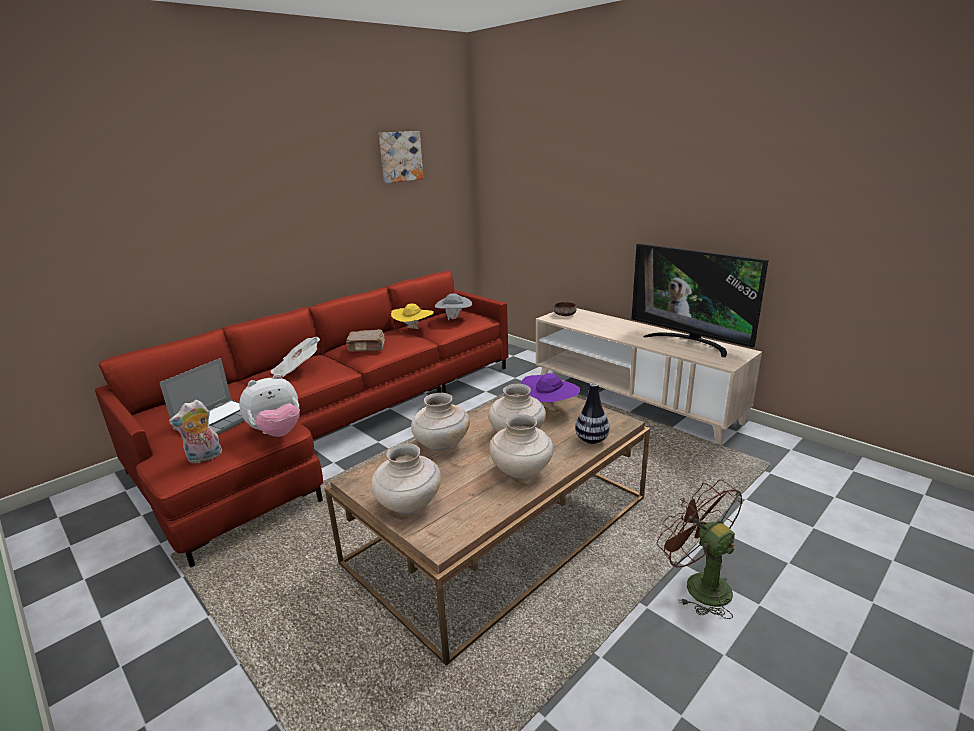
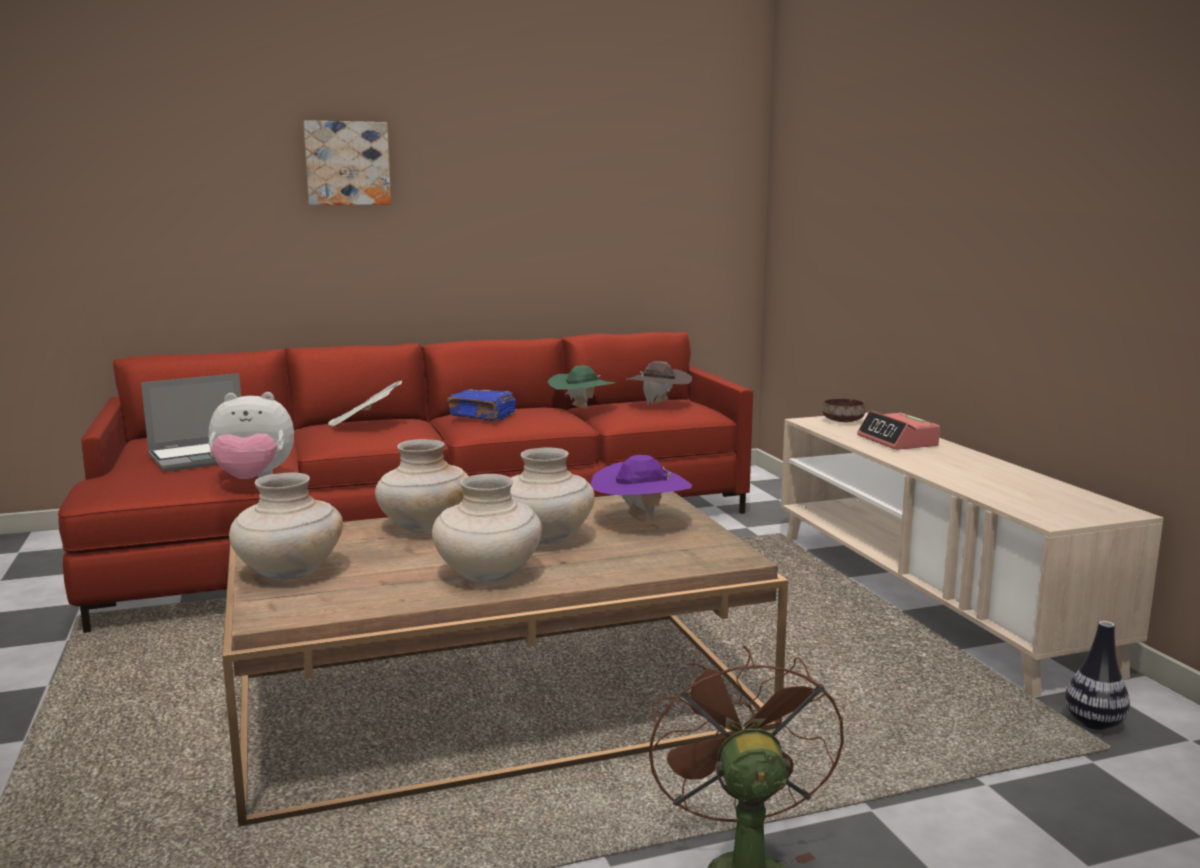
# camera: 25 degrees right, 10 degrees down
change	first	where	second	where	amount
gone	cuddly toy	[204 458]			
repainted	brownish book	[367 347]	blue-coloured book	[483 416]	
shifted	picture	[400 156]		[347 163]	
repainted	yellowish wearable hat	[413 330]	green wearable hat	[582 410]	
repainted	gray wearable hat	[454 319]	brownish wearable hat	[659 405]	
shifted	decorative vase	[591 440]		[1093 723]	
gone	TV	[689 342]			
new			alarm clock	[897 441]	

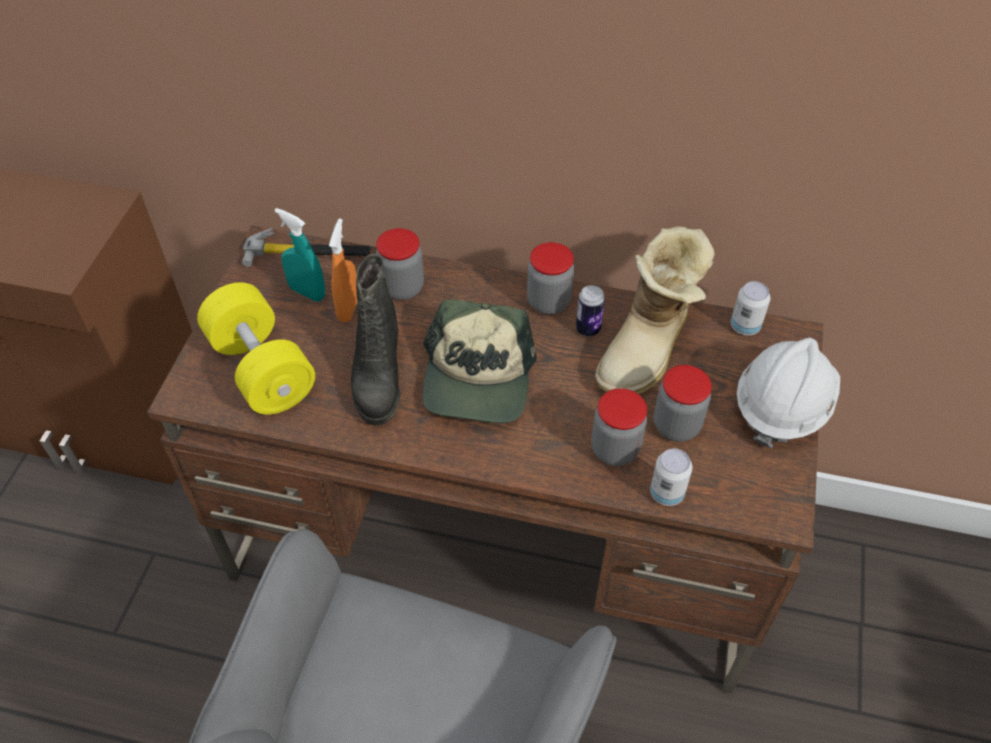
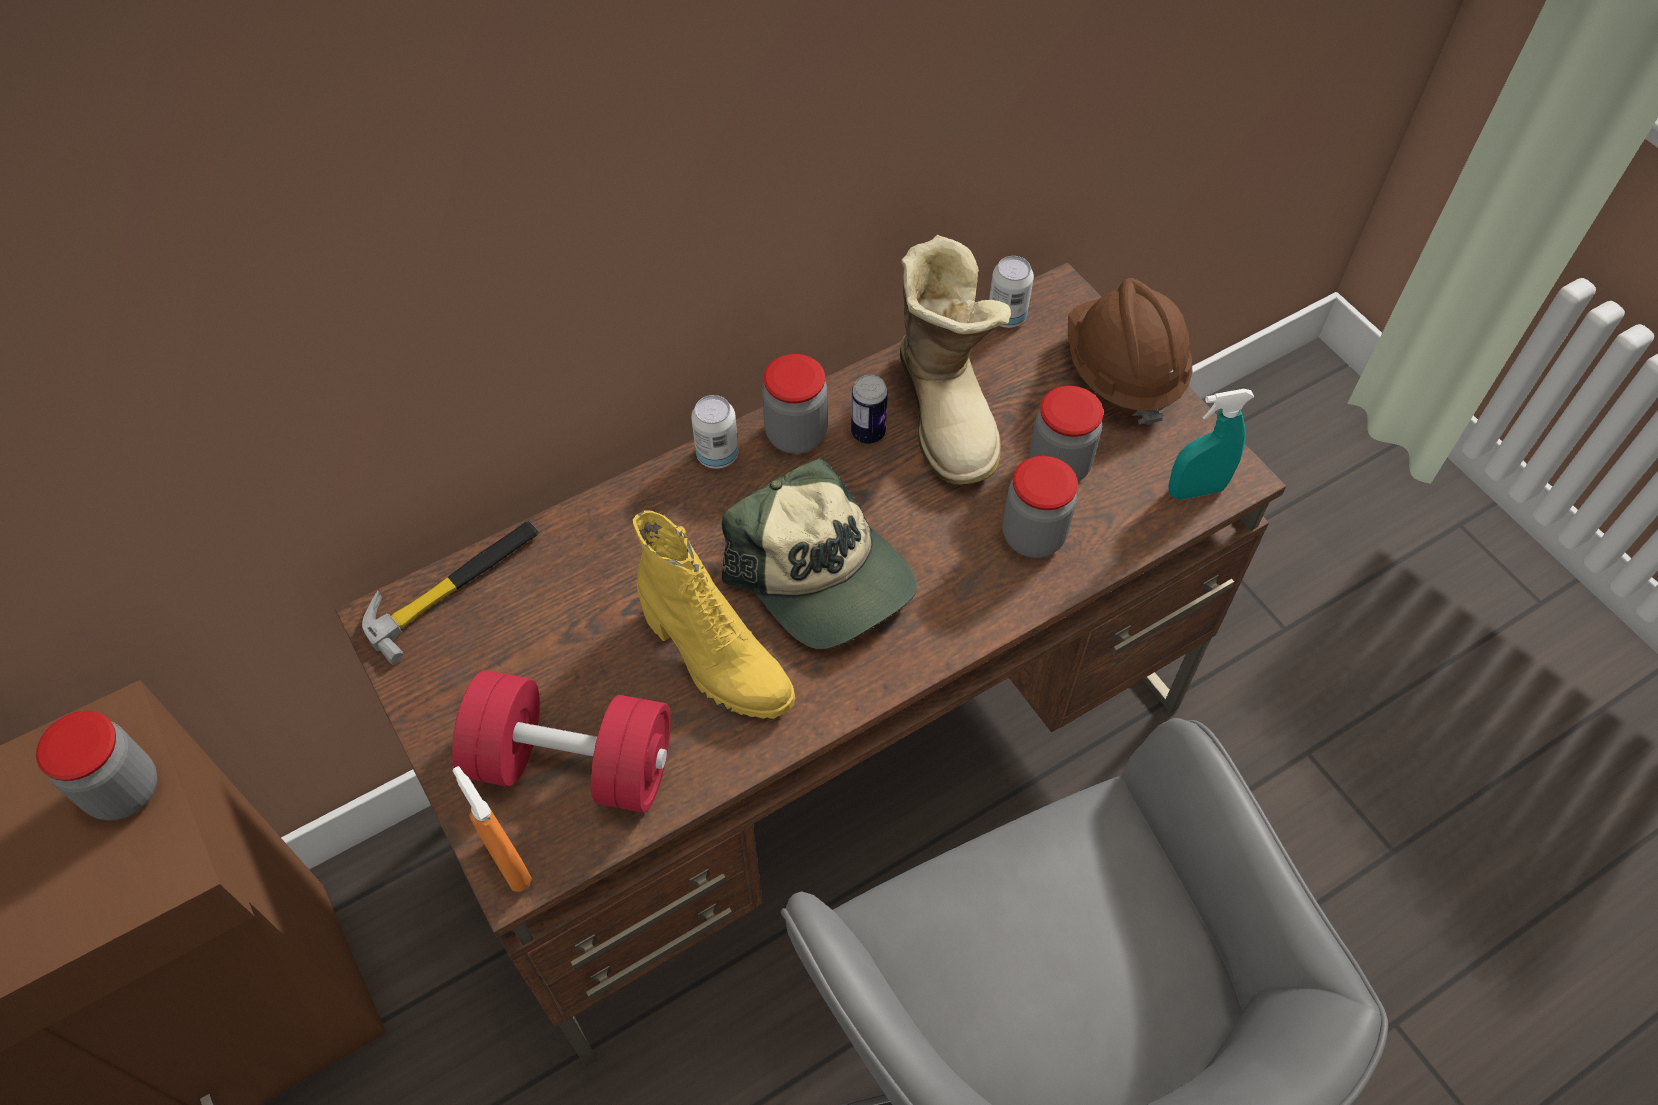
# camera: 45 degrees left, 5 degrees up
change	first	where	second	where	amount
repainted	yellowish dumbbell	[262 369]	red-coloured dumbbell	[572 763]	
shifted	blue-green spray bottle	[307 292]		[1196 490]	
shifted	orange spray bottle	[348 308]		[509 863]	
repainted	black tall boot	[377 376]	yellowish tall boot	[715 661]	
shifted	jar	[402 287]		[124 790]	
shifted	metal can	[666 493]		[717 455]	
repainted	white work helmet	[781 406]	brownish work helmet	[1122 372]	

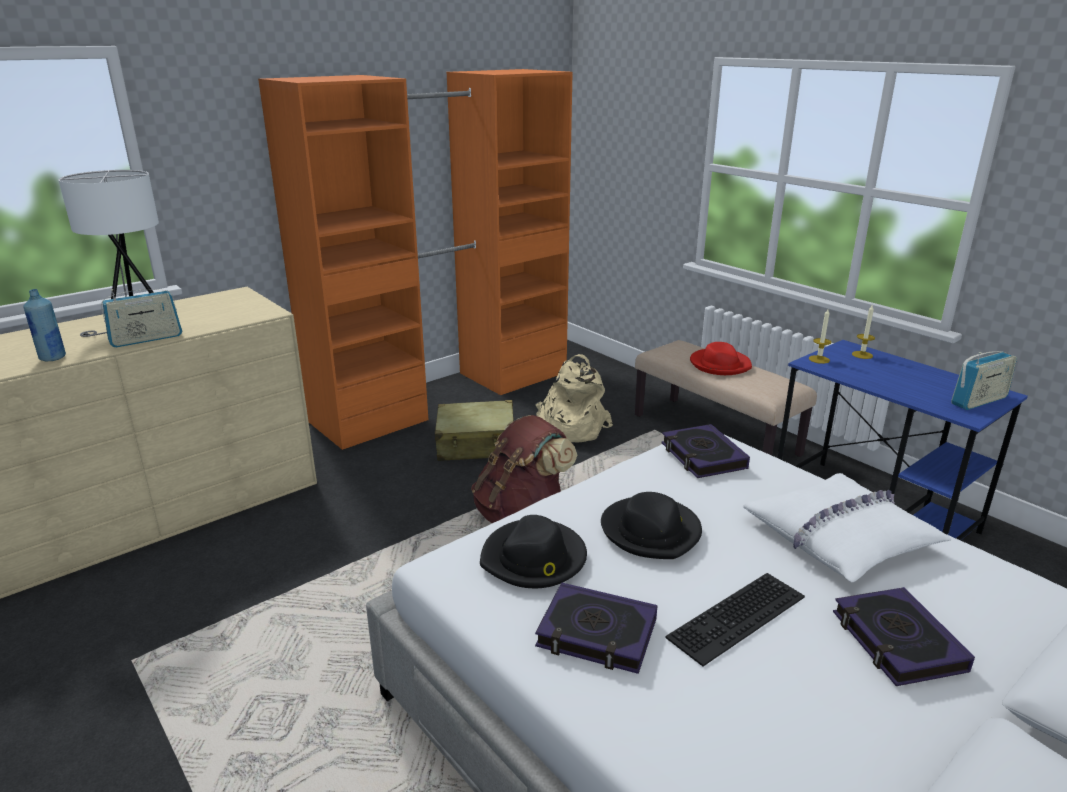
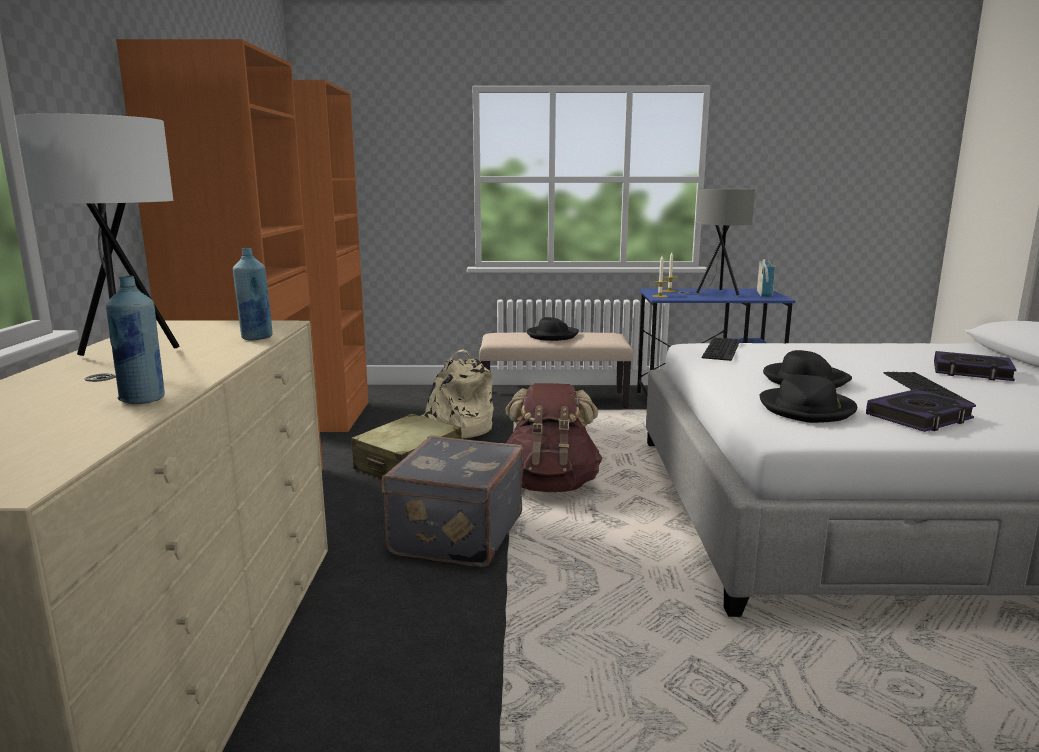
# camera: 50 degrees left, 10 degrees down
change	first	where	second	where	amount
gone	radio set	[146 339]			
swapped	book	[703 456]	PC keyboard	[723 349]	
repainted	red-coloured wearable hat	[720 364]	black wearable hat	[552 335]	
gone	white cushion	[840 538]			
new			blue-coloured drink bottle	[256 337]	
new			gray travel case	[454 534]	
new			gray tabletop lamp	[715 293]	

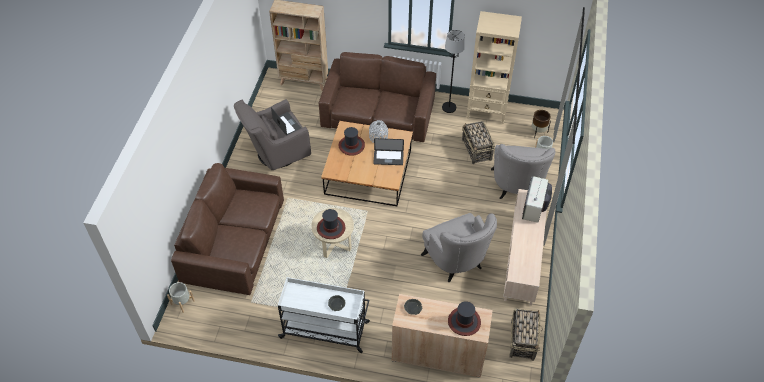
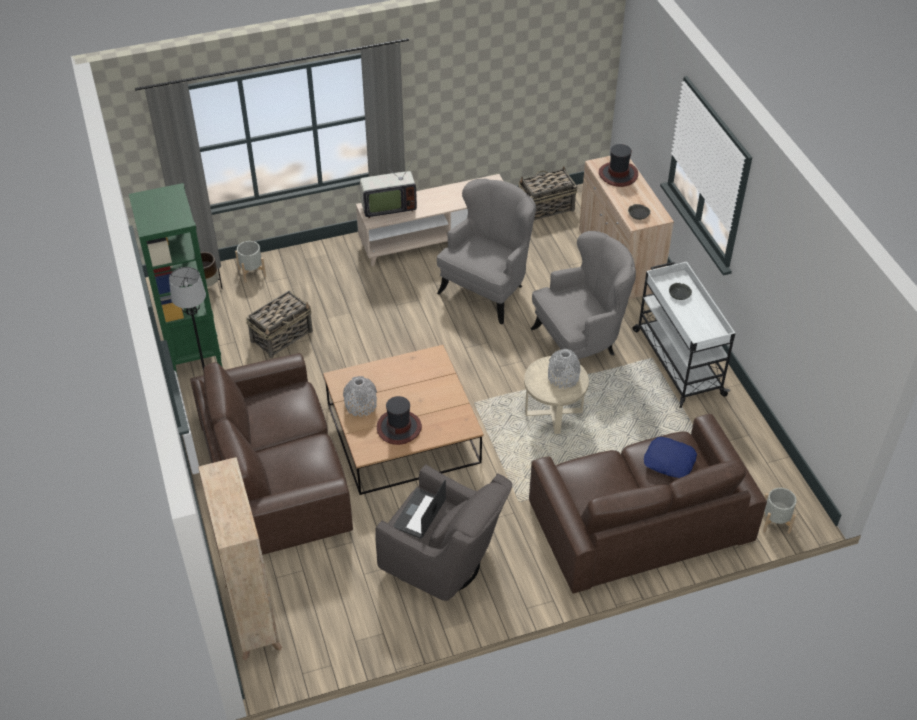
# camera: 120 degrees left, 5 degrees down
change	first	where	second	where	amount
swapped	wearable hat	[330 228]	gray decorative vase	[563 377]	
gone	notebook computer	[388 158]			
repainted	sand-coloured bookcase	[487 111]	green bookcase	[193 352]	
shifted	gray lounge chair	[517 188]		[580 344]	
new			blue-coloured cushion	[669 461]	

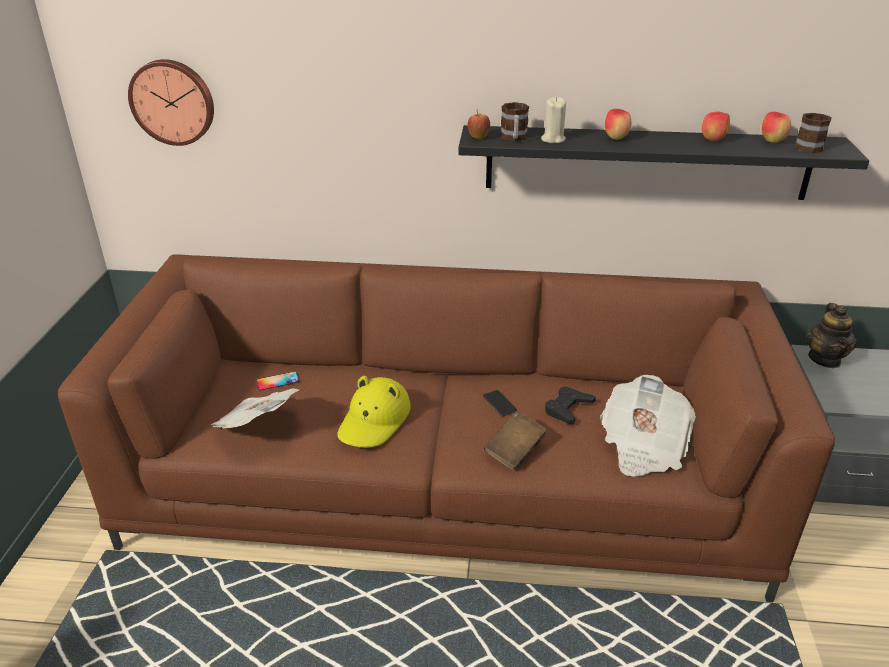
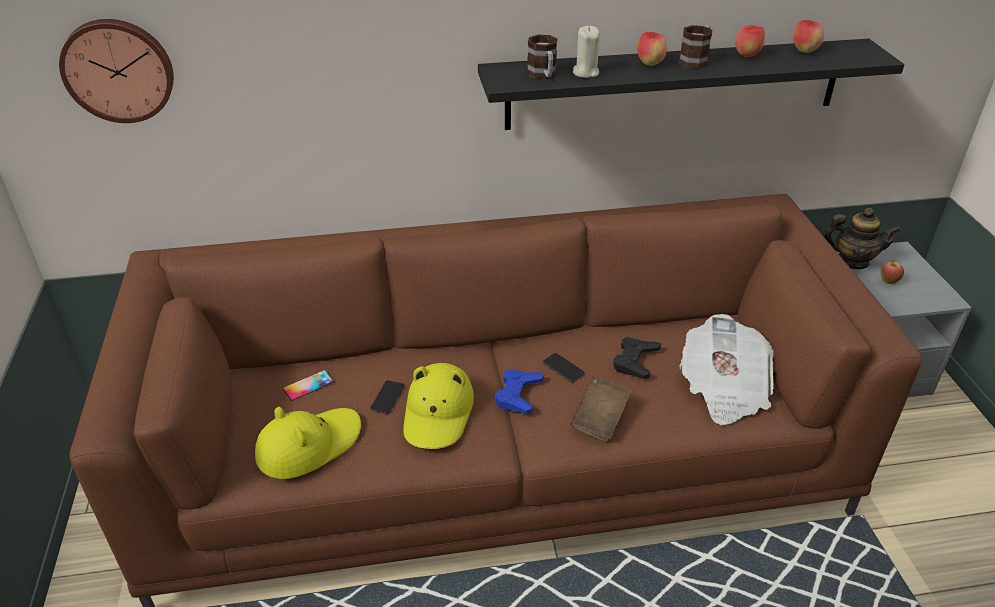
# camera: 15 degrees left, 5 degrees up
change	first	where	second	where	amount
swapped	daily paper	[258 426]	yellowish wearable hat	[308 445]	
shifted	apple	[478 138]		[888 282]	
shifted	coffee mug	[812 146]		[695 61]	
rotated	teapot	[825 359]		[852 261]	75 degrees counterclockwise
new			handset	[387 397]	
new			blue-coloured game controller	[518 395]	

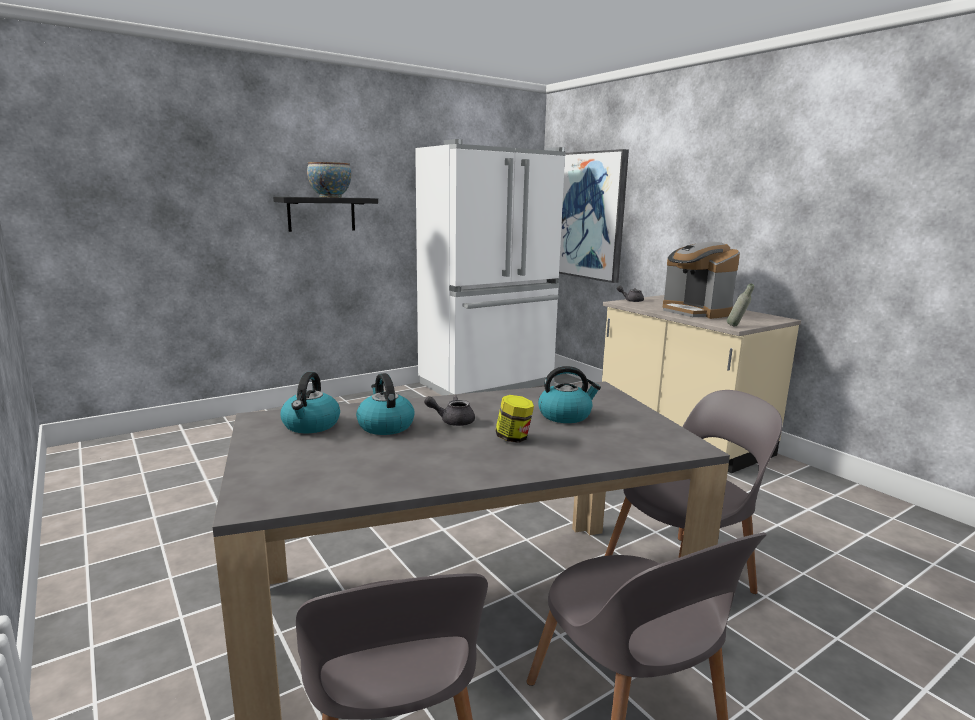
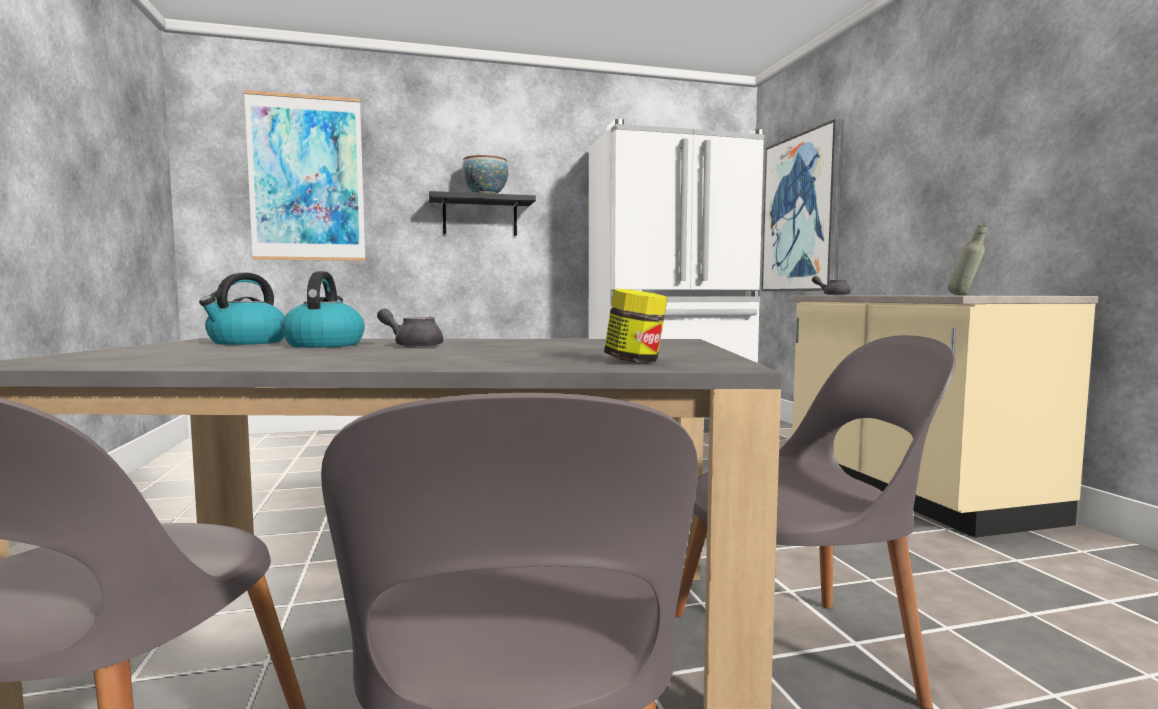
# camera: 20 degrees right, 10 degrees down
change	first	where	second	where	amount
shifted	jar	[513 438]		[635 361]	
gone	water kettle	[565 415]			
gone	coffee machine	[695 312]			
new			picture	[307 179]	

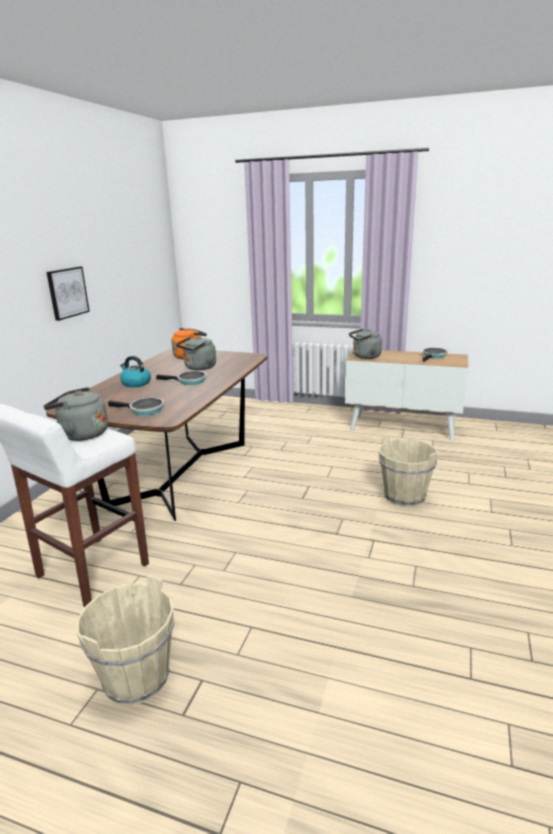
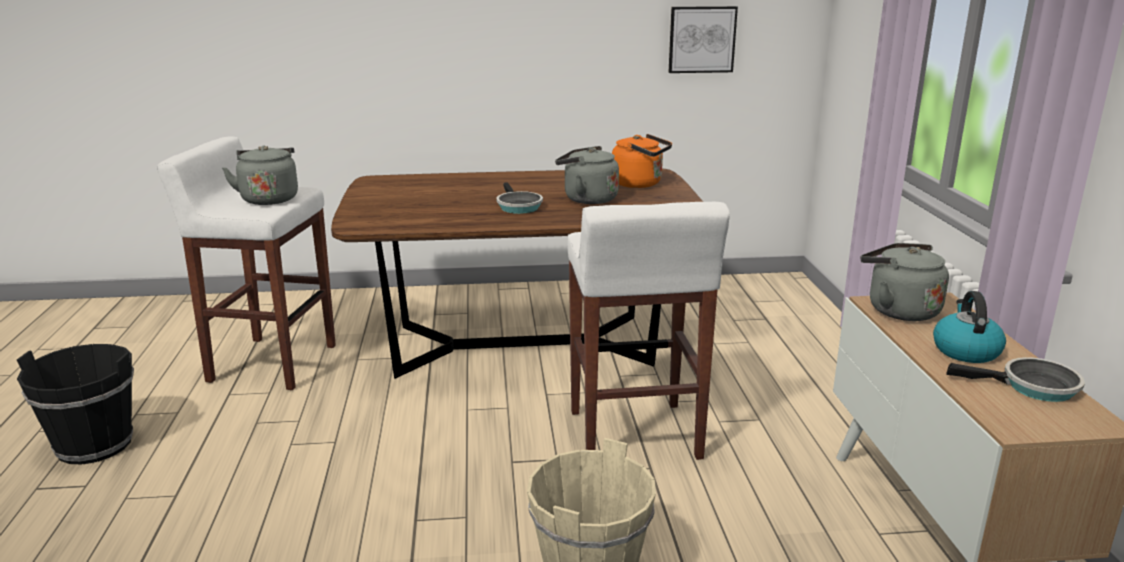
# camera: 65 degrees right, 0 degrees up
change	first	where	second	where	amount
shifted	picture	[67 292]		[701 39]	
repainted	sand-coloured bucket	[136 677]	black bucket	[95 445]	
gone	frying pan	[144 410]			
shifted	water kettle	[135 383]		[965 350]	
new			white stool	[634 436]	

